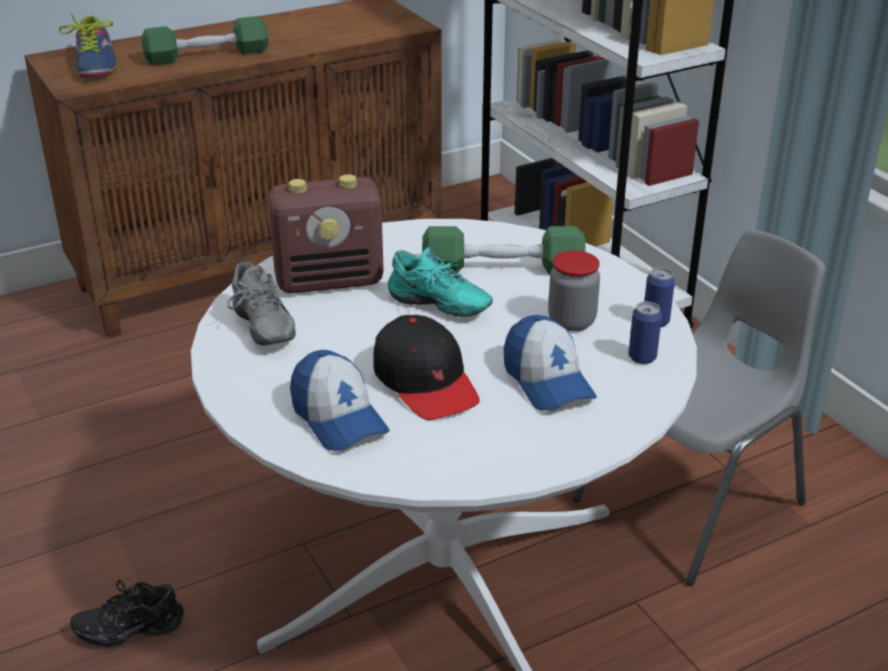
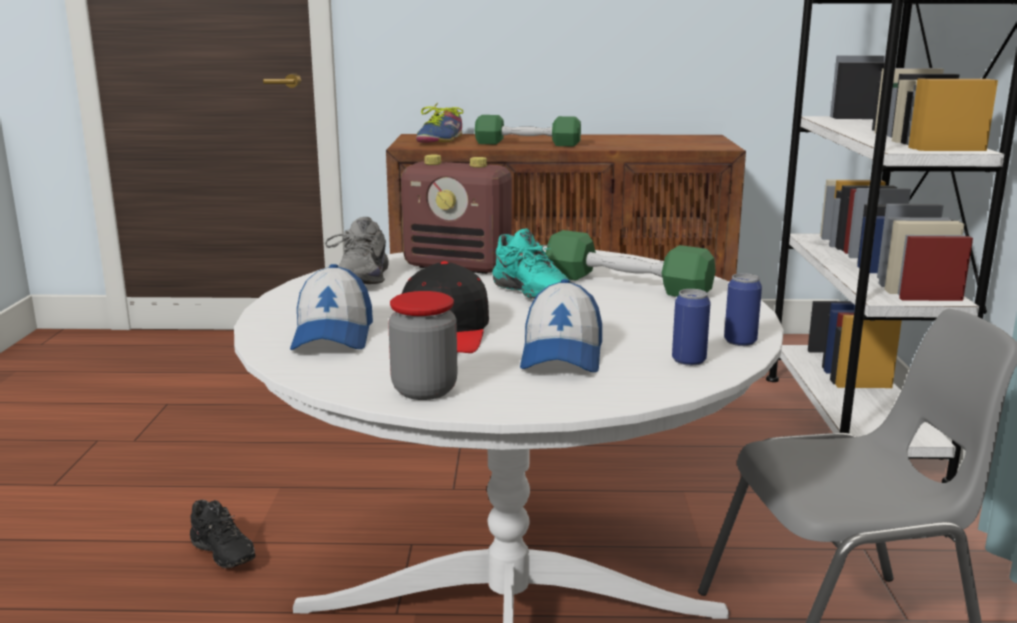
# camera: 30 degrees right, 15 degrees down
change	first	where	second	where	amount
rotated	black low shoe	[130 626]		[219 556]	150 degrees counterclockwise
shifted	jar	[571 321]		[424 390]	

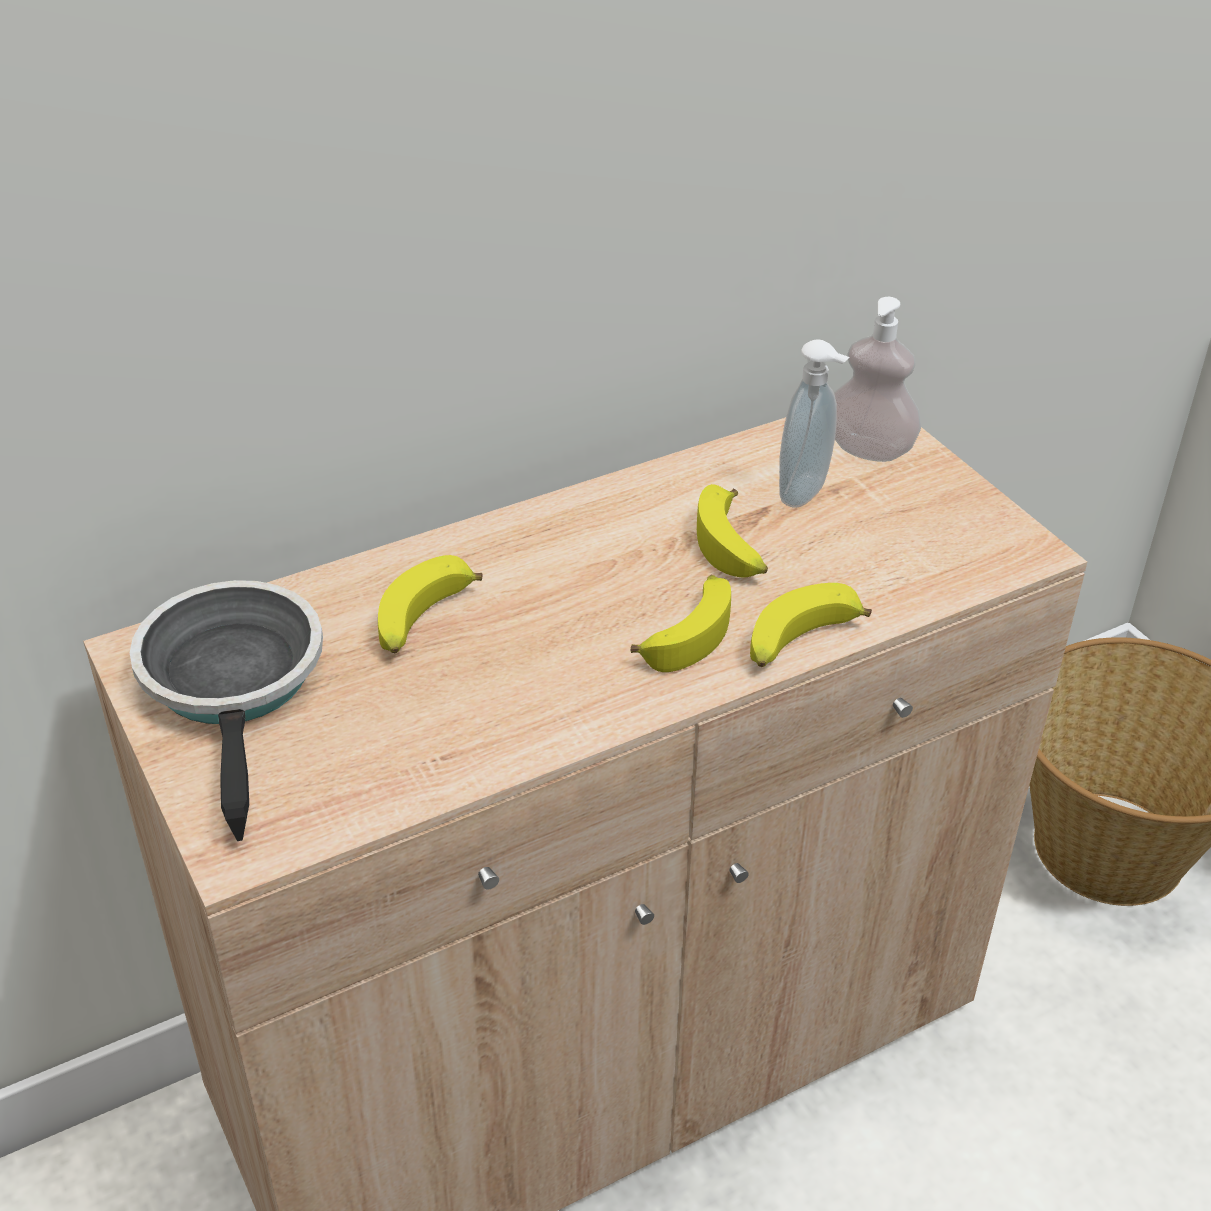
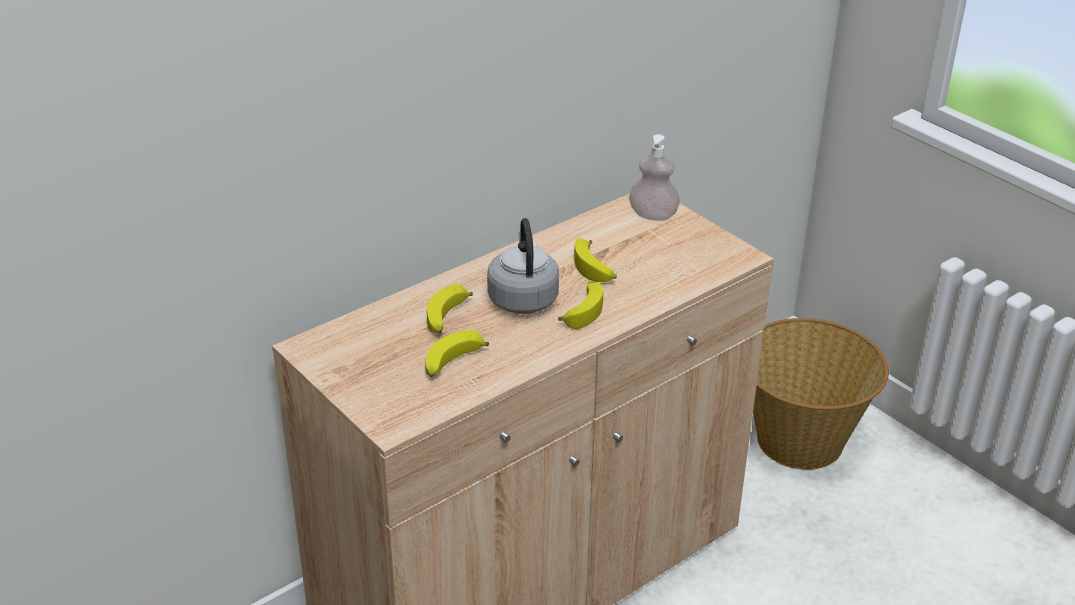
# camera: 10 degrees left, 5 degrees down
change	first	where	second	where	amount
gone	frying pan	[235 685]			
shifted	banana	[800 643]		[452 363]	
gone	soap dispenser	[807 494]			
new			gray water kettle	[522 298]	

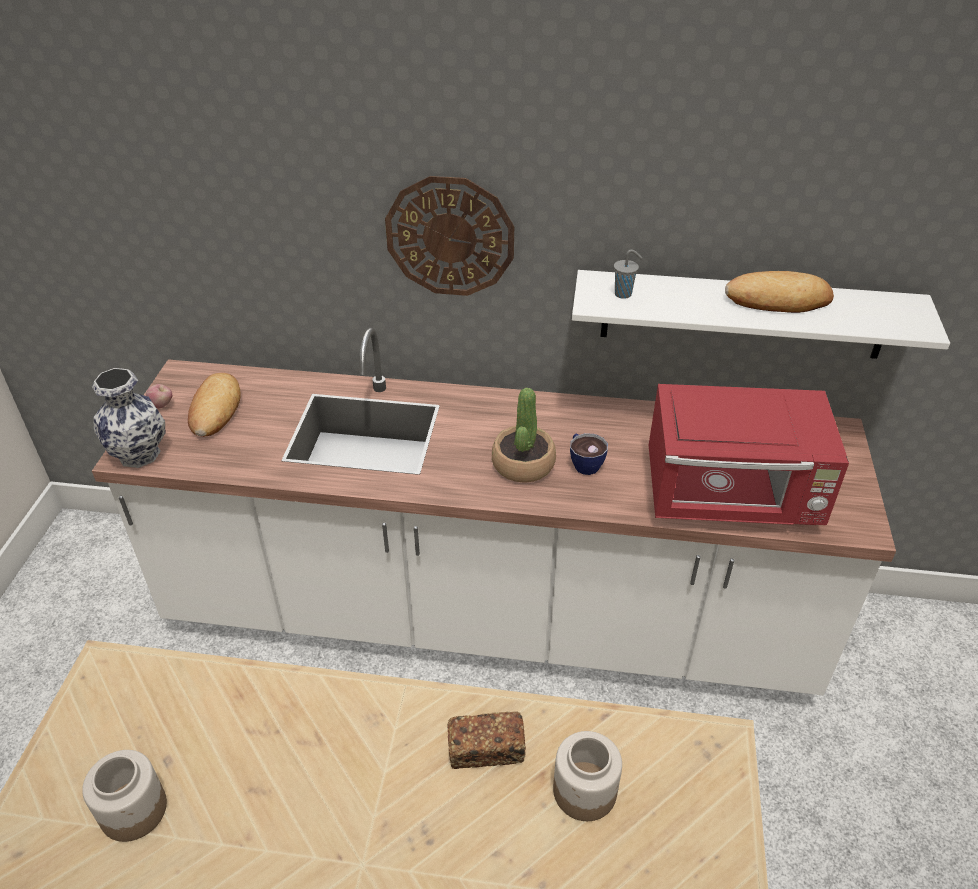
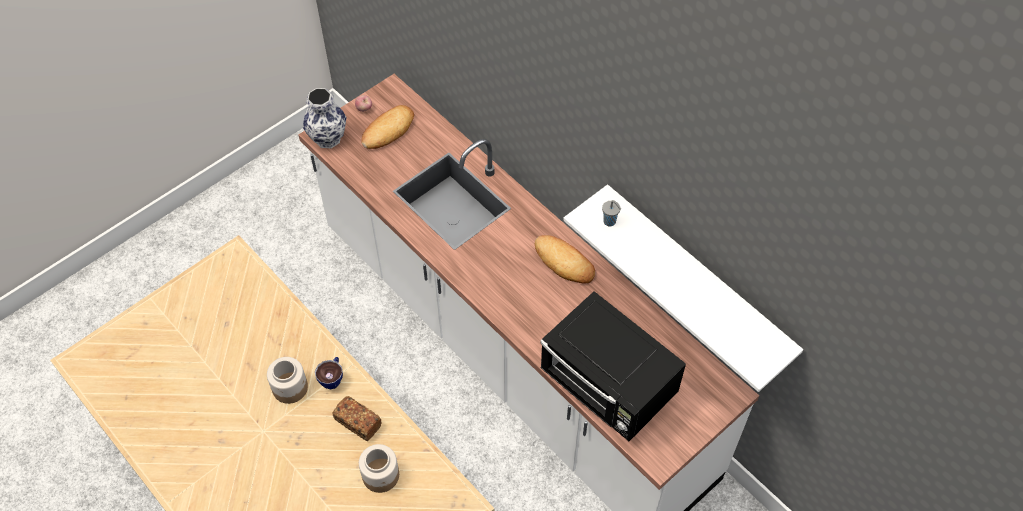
# camera: 40 degrees right, 15 degrees up
change	first	where	second	where	amount
shifted	jar	[134 809]		[290 387]	
gone	hanging clock	[450 236]			
gone	plant in a pot	[523 464]			
shifted	drinking cup	[584 463]		[333 377]	
repainted	red-coloured kitchen microwave	[732 497]	black kitchen microwave	[608 387]	
shifted	bread	[778 300]		[564 262]	

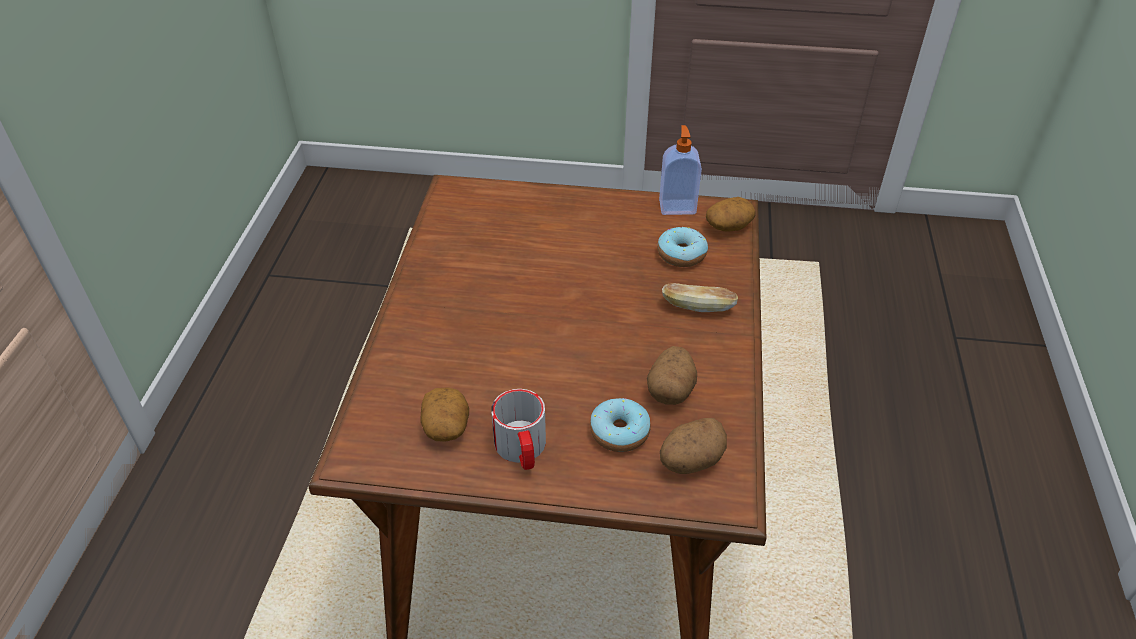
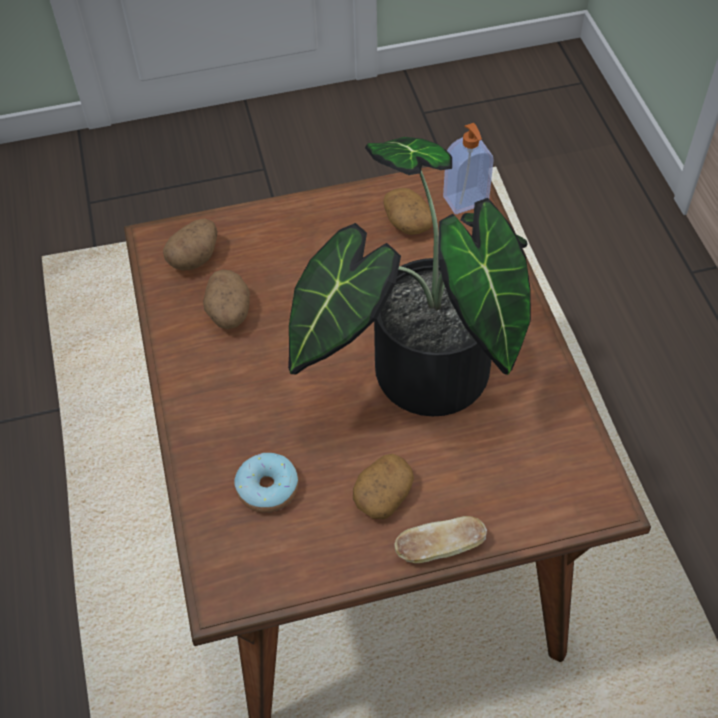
# camera: 160 degrees right, 10 degrees up
change	first	where	second	where	amount
gone	coffee mug	[522 450]			
gone	doughnut	[619 432]			
shifted	soap dispenser	[677 206]		[466 201]	
shifted	bread	[697 307]		[439 548]	
shifted	spud	[728 226]		[383 494]	
new			plant in a pot	[416 371]	

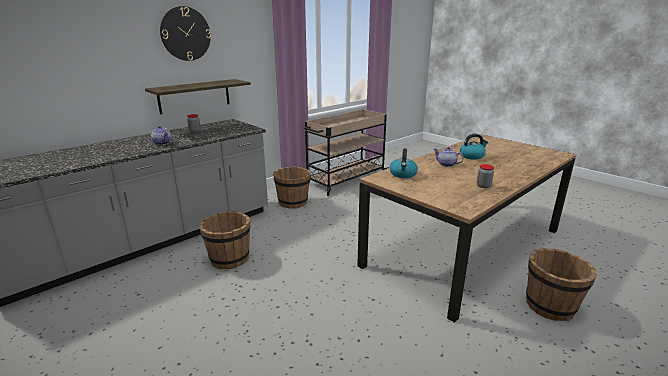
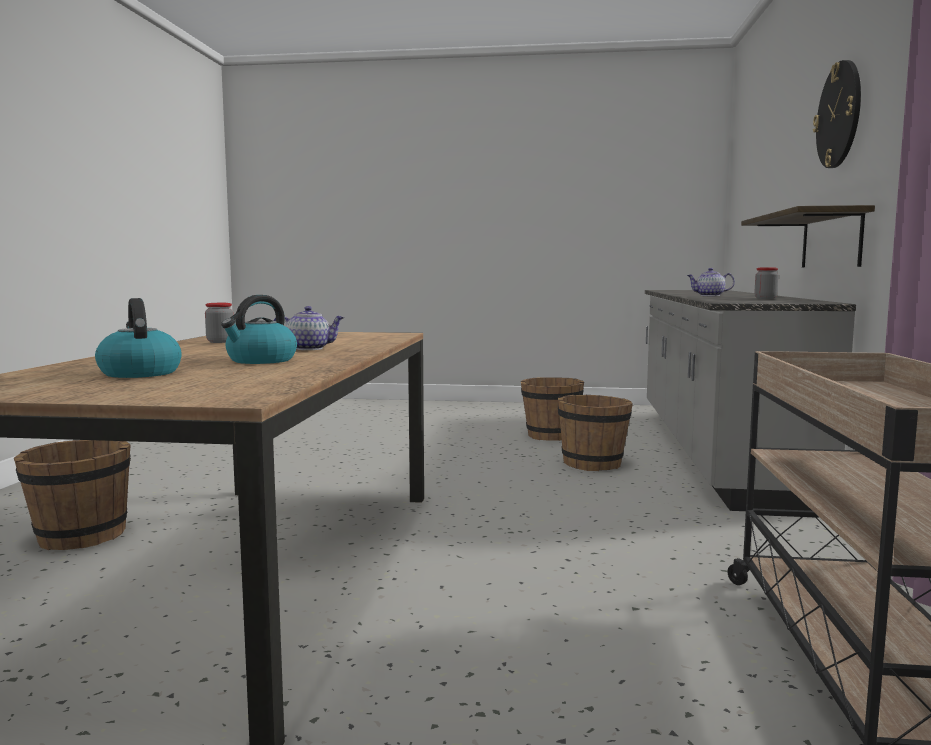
# camera: 140 degrees right, 15 degrees down
change	first	where	second	where	amount
shifted	brownish bucket	[293 202]		[551 436]	
shifted	water kettle	[403 174]		[139 373]	

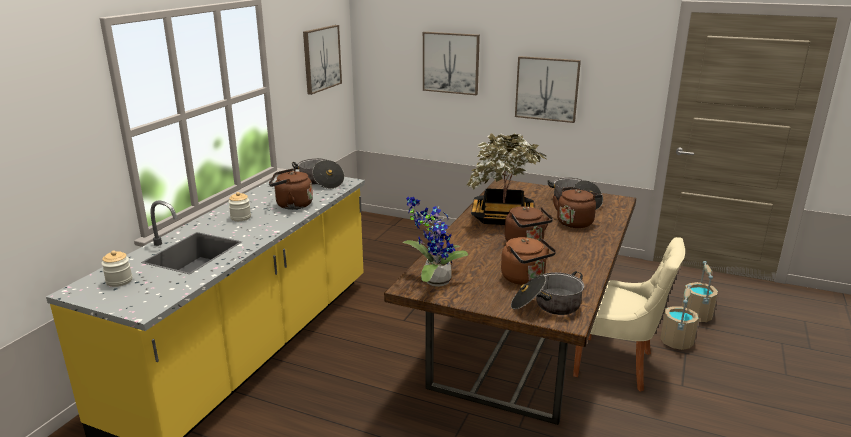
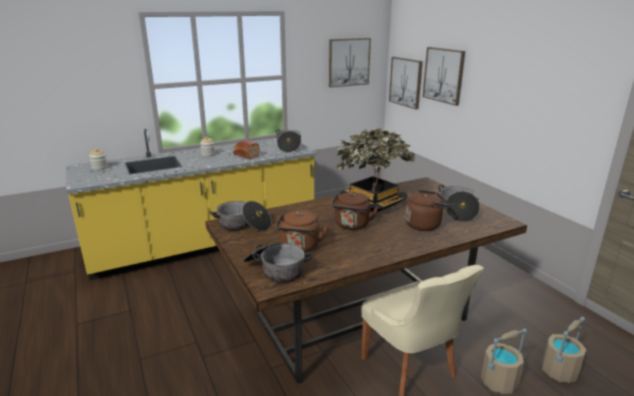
# camera: 40 degrees right, 0 degrees up
change	first	where	second	where	amount
swapped	brownish water kettle	[291 205]	bread	[245 155]	
swapped	plant in a pot	[434 281]	cooking pot	[243 225]	
shifted	picture	[547 89]		[406 82]	

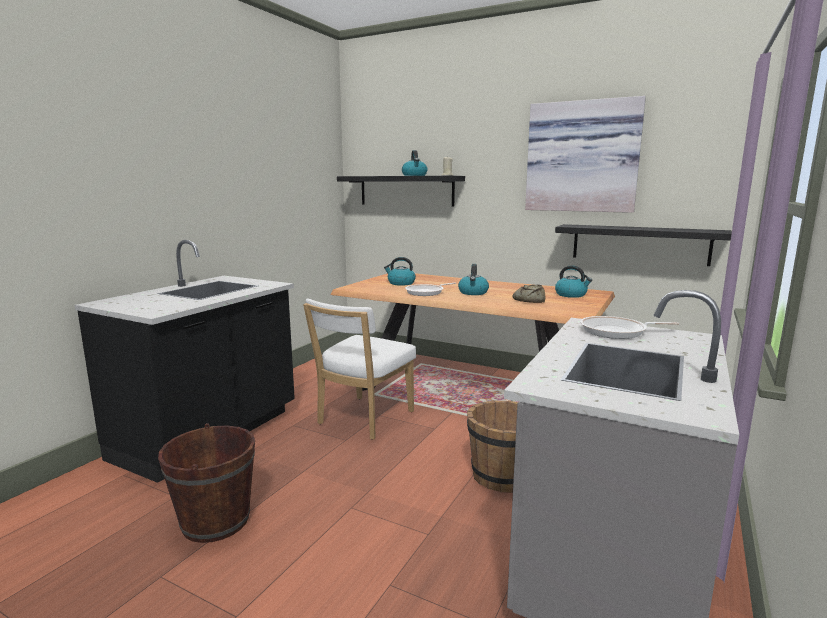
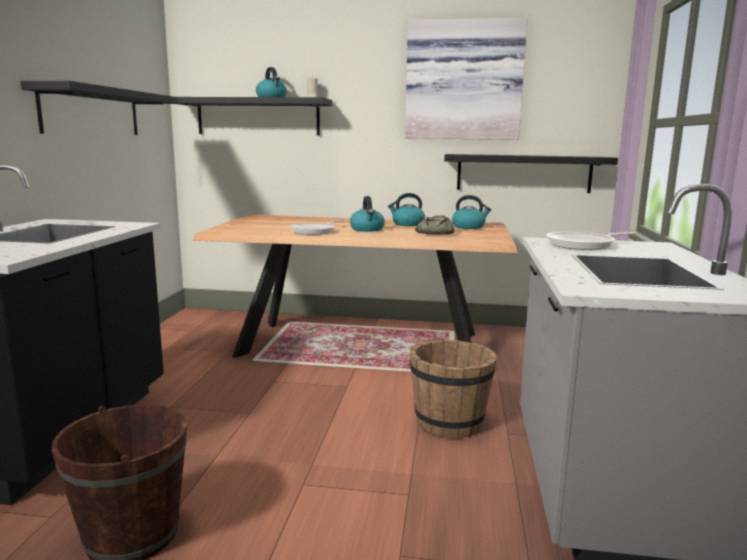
# camera: 20 degrees left, 0 degrees up
change	first	where	second	where	amount
gone	white plain chair	[363 419]			
shifted	water kettle	[400 283]		[407 224]	
new			black shelf	[92 112]	

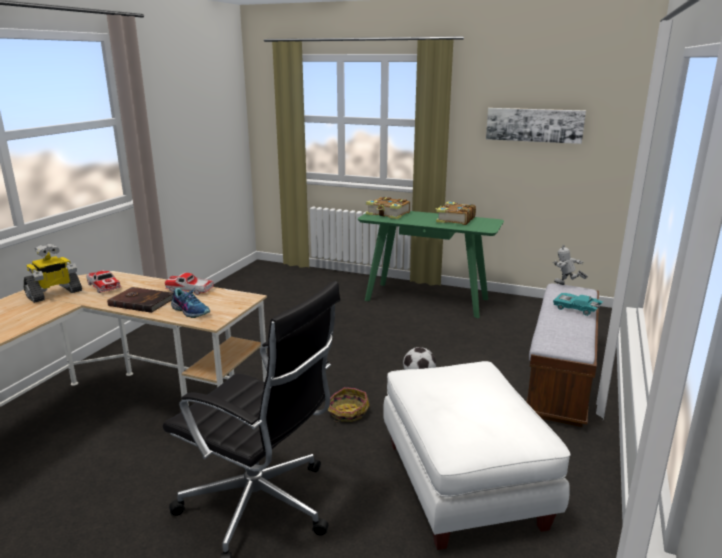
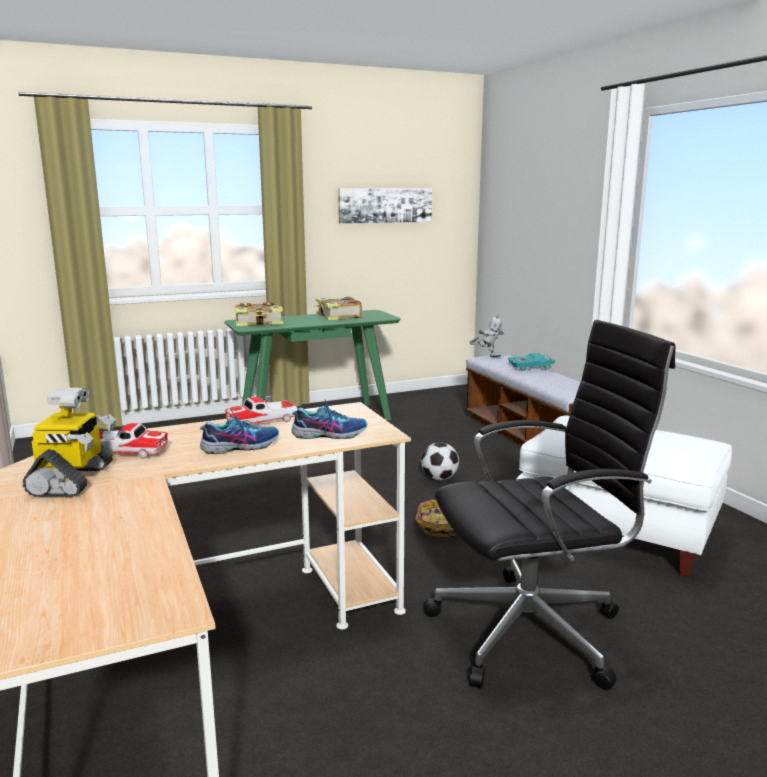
# camera: 45 degrees left, 5 degrees down
change	first	where	second	where	amount
swapped	brownish book	[142 302]	low shoe	[240 446]	
rotated	model robot	[566 286]		[487 356]	150 degrees counterclockwise

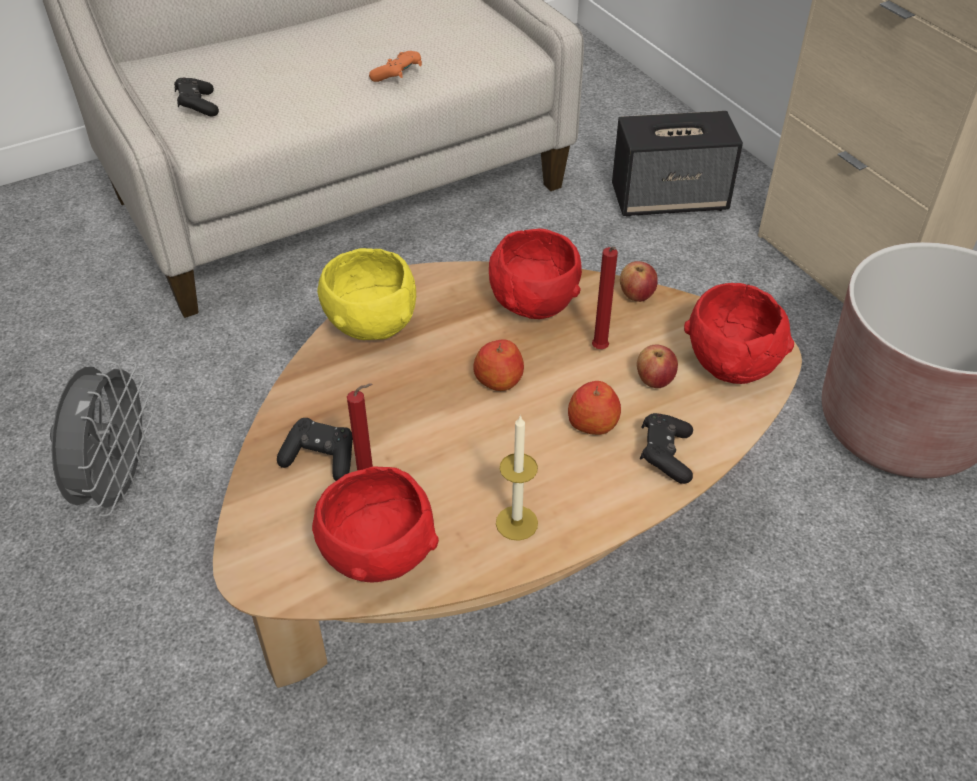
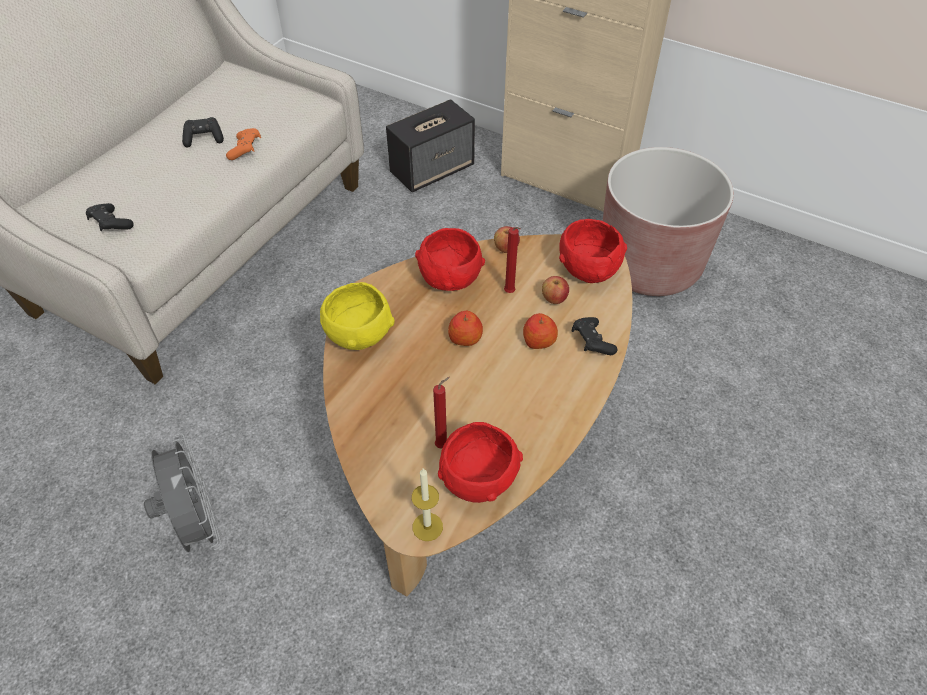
# camera: 30 degrees left, 5 degrees up
change	first	where	second	where	amount
shifted	black game controller	[320 458]		[204 139]	
shifted	wax light	[516 523]		[427 527]	

